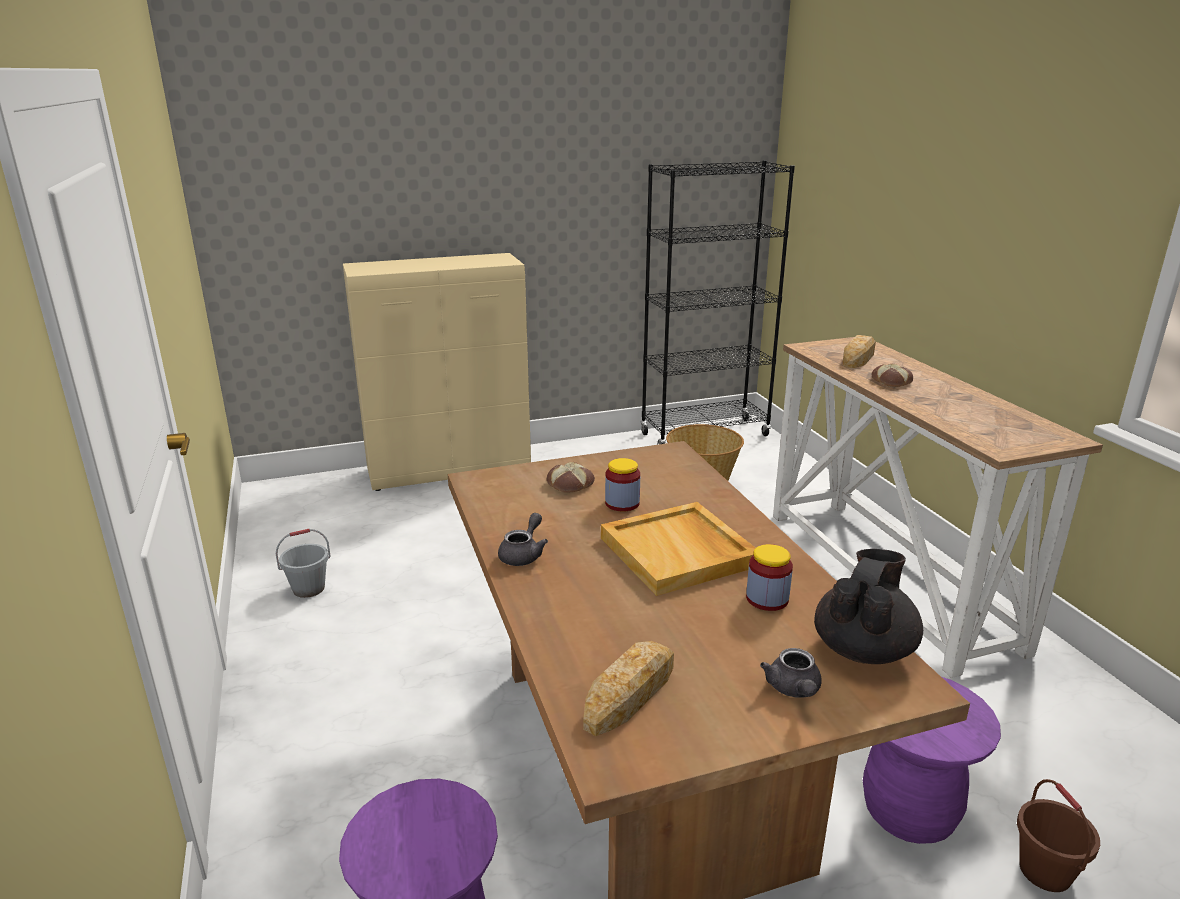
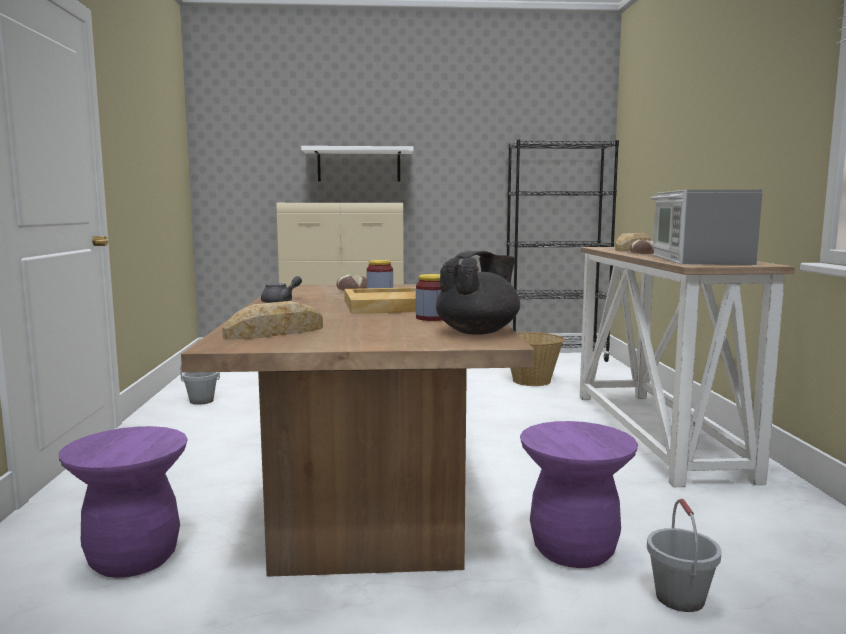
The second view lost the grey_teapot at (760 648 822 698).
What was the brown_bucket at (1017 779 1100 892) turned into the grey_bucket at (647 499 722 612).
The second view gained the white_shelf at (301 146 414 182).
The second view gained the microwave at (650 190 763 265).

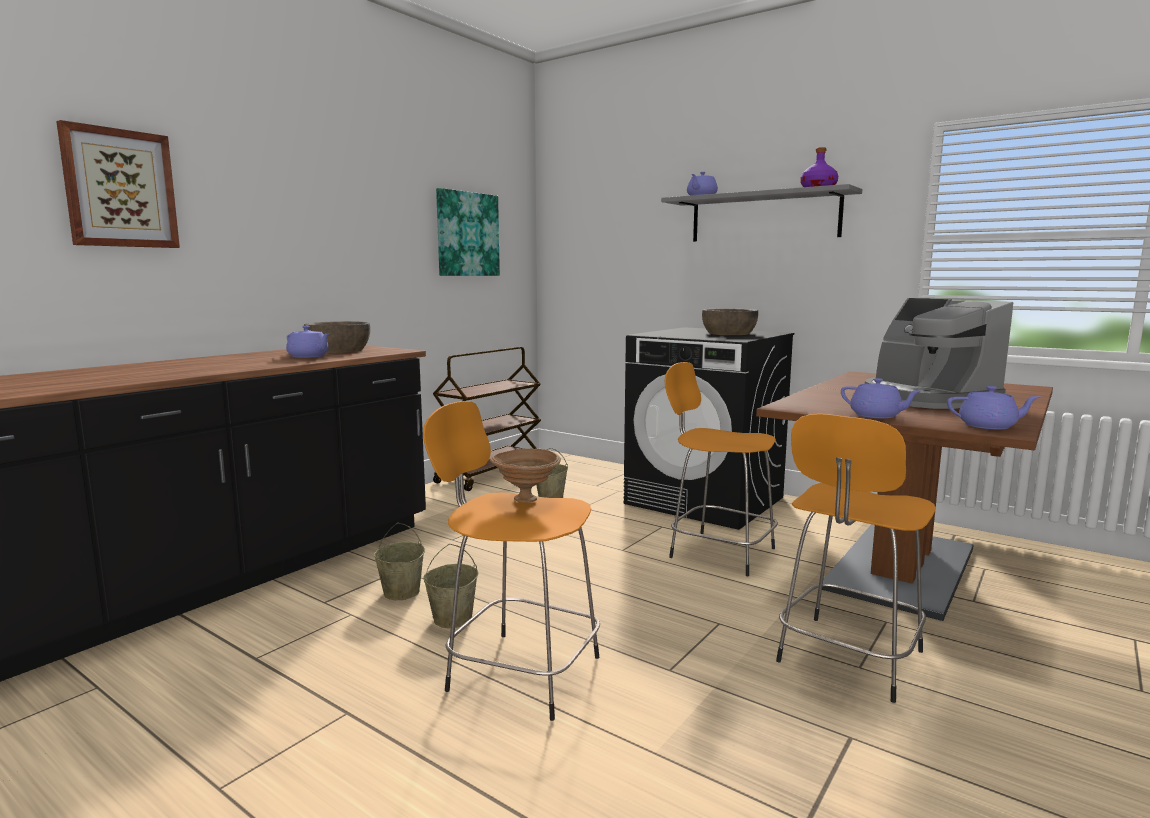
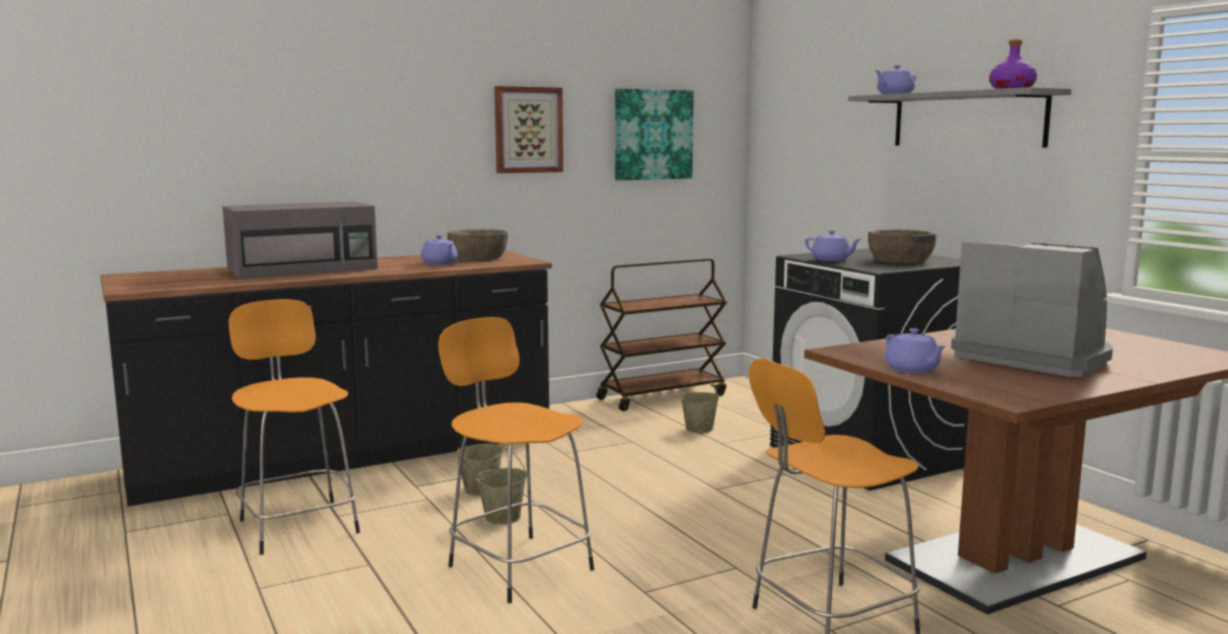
The picture ended up elsewhere, having gone from (56 120 180 248) to (494 86 563 173).
The second view lost the brown_bowl at (490 449 561 503).
The orange_stool ended up elsewhere, having gone from (665 362 778 576) to (229 299 360 555).
The coffee_machine at (865 298 1013 409) ended up facing another way, 135 degrees clockwise from before.
The purple_teapot ended up elsewhere, having gone from (947 386 1040 429) to (805 230 862 261).
The second view gained the grey_microwave at (223 201 378 279).

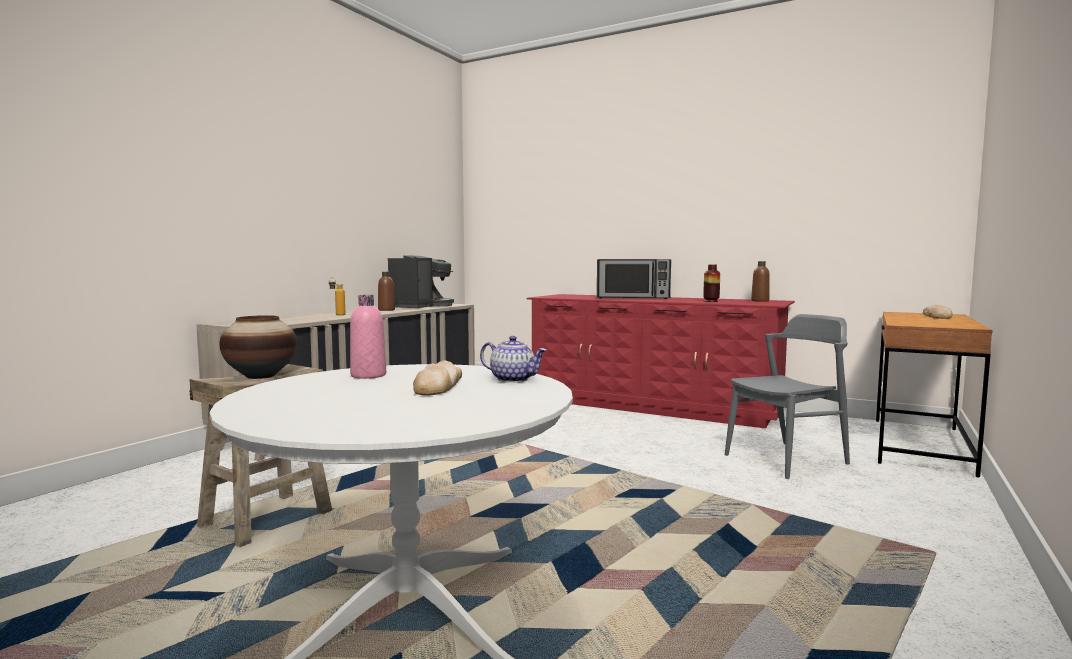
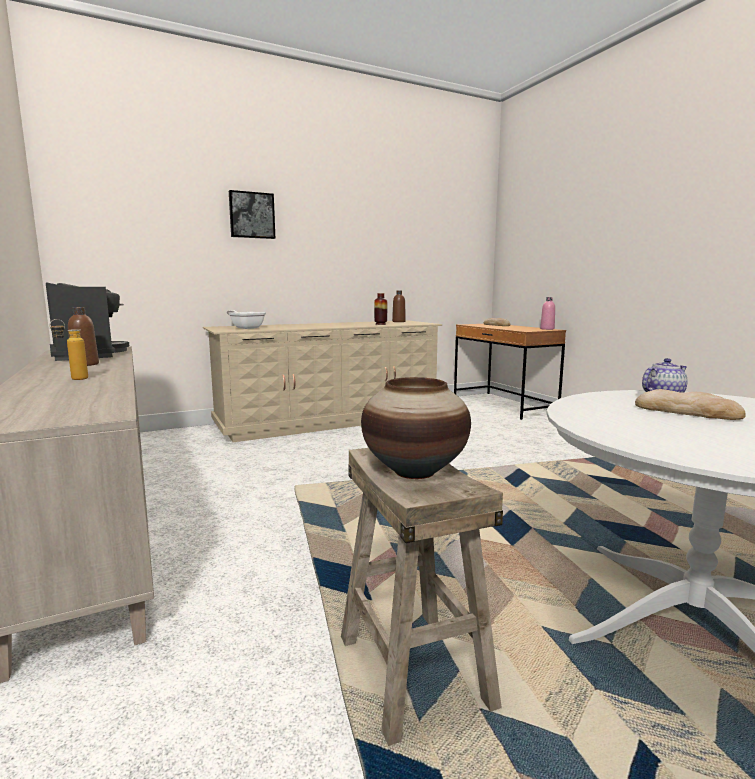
The pink_bottle ended up elsewhere, having gone from (350 295 386 379) to (540 297 555 330).
What was the red_dresser at (527 294 795 429) turned into the beige_dresser at (203 320 442 442).
The second view lost the microwave at (597 259 671 299).
The second view lost the grey_chair at (725 314 850 479).
The second view gained the frying_pan at (227 310 266 329).
The second view gained the picture at (229 190 275 239).

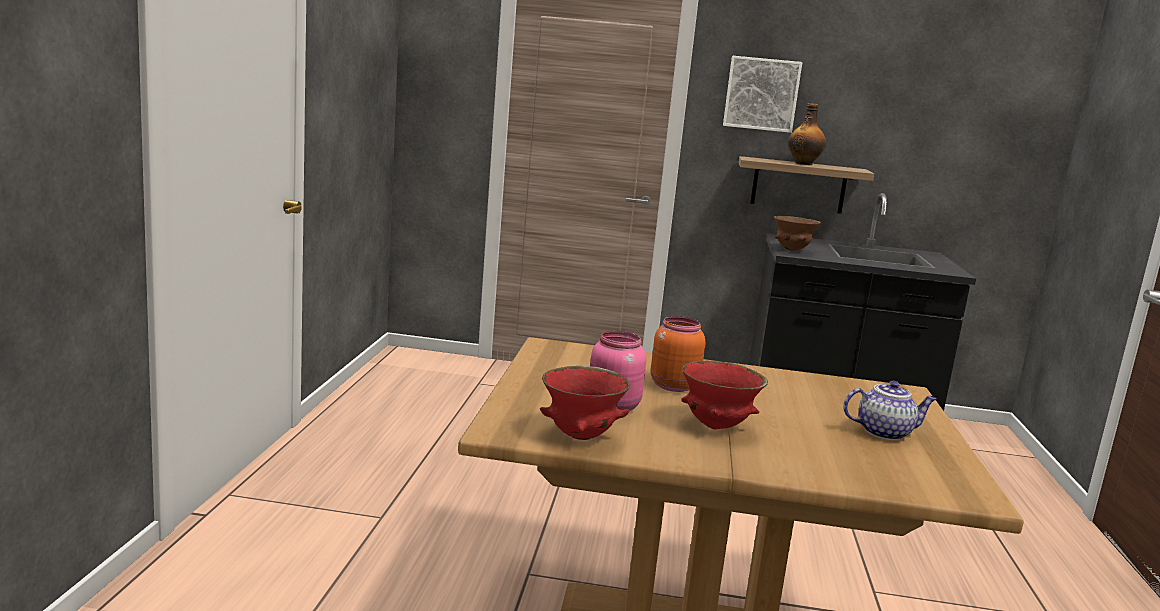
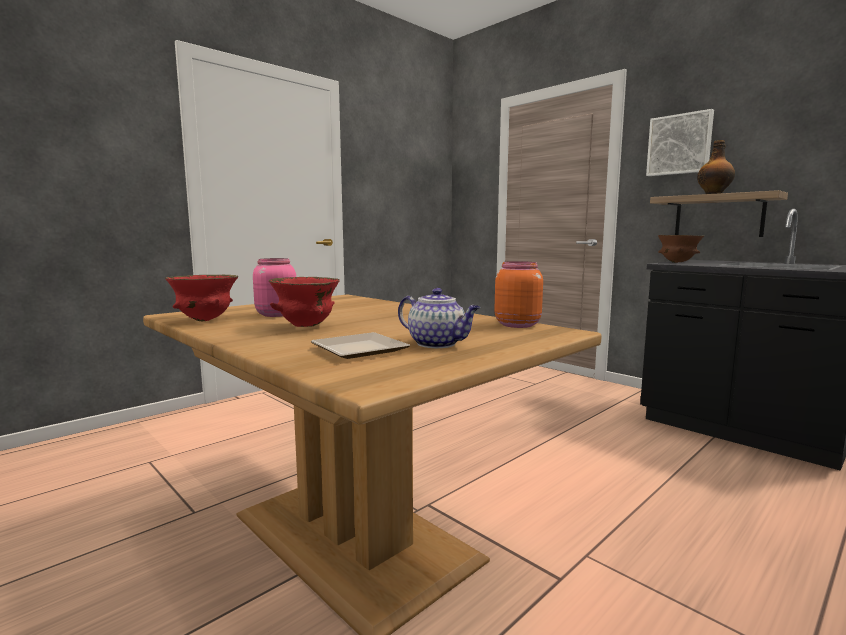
The orange_jar ended up elsewhere, having gone from (651 316 706 392) to (494 261 543 328).
The second view gained the plate at (311 332 410 359).

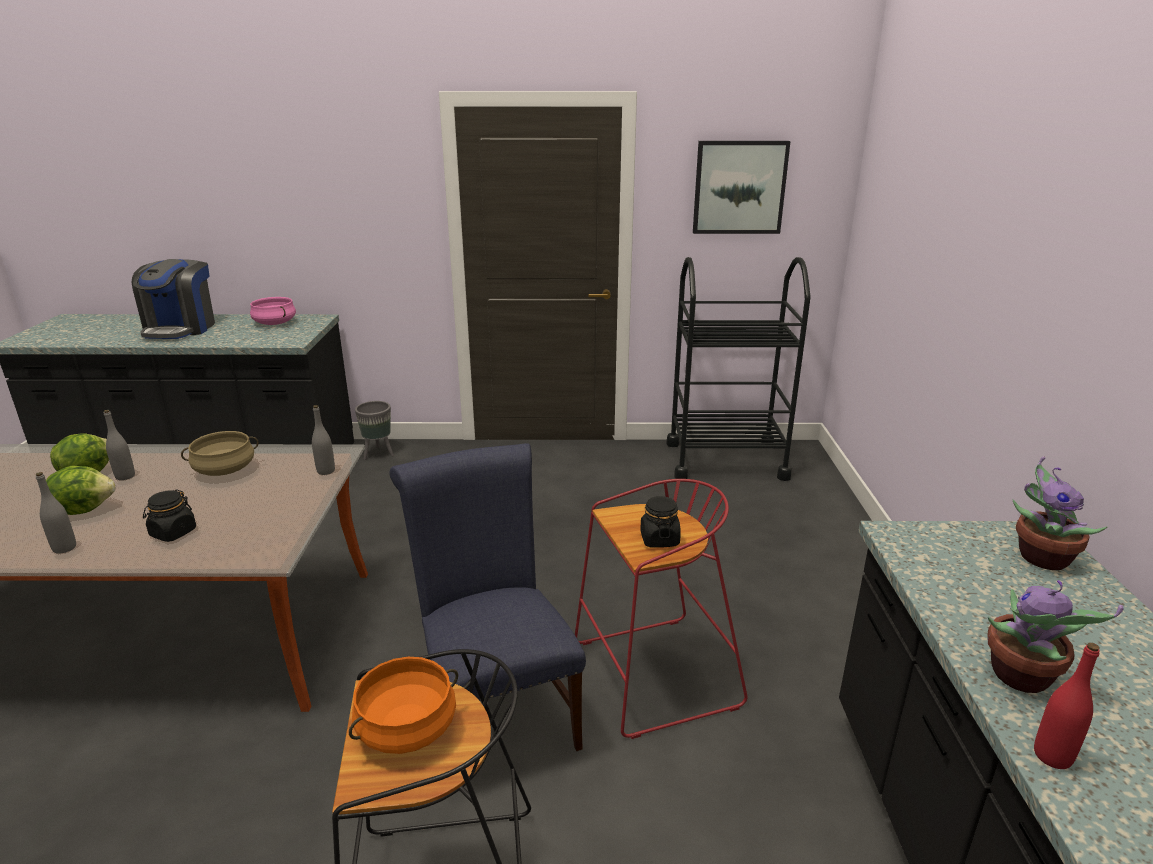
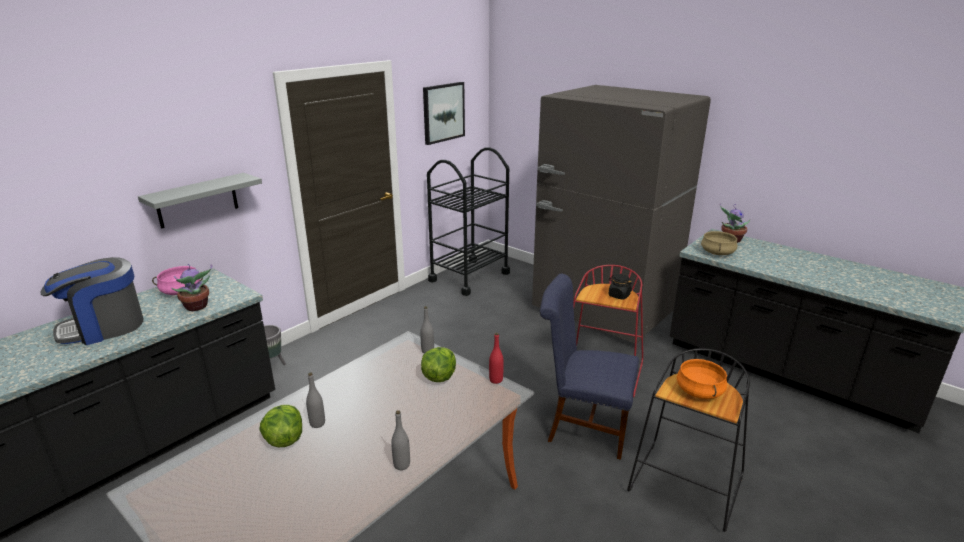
The lettuce ended up elsewhere, having gone from (46 466 115 515) to (421 347 456 382).
The coffee_machine at (132 259 215 339) ended up facing another way, 105 degrees clockwise from before.
The second view lost the black_jar at (143 489 196 542).
The beige_cooking_pot ended up elsewhere, having gone from (181 431 259 476) to (701 231 737 255).
The potted_plant ended up elsewhere, having gone from (988 580 1123 693) to (172 264 212 311).
The red_bottle ended up elsewhere, having gone from (1034 643 1100 769) to (489 333 504 384).
The second view gained the grey_shelf at (138 173 262 229).
The second view gained the grey_fridge at (532 85 711 344).

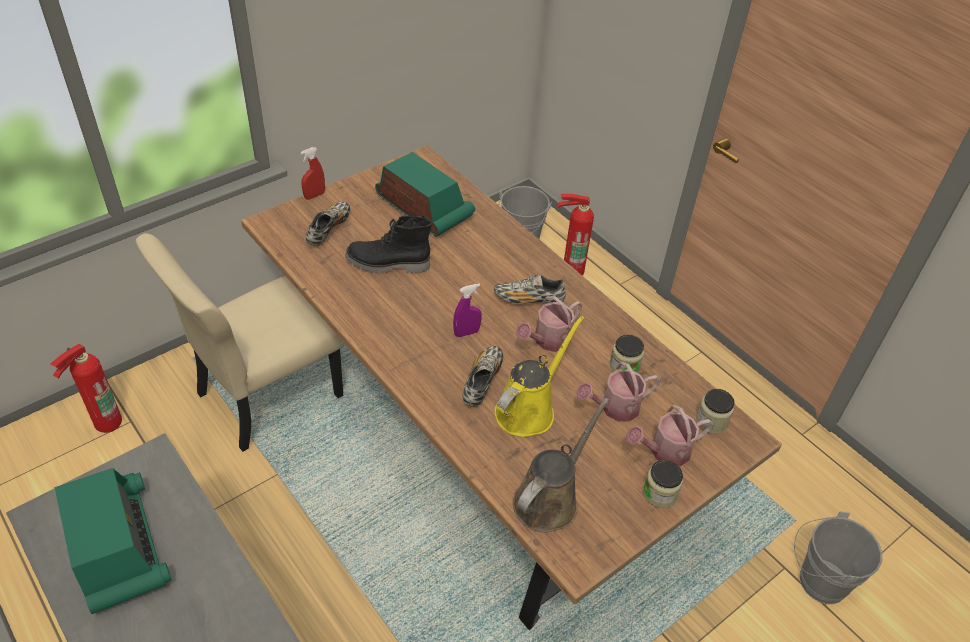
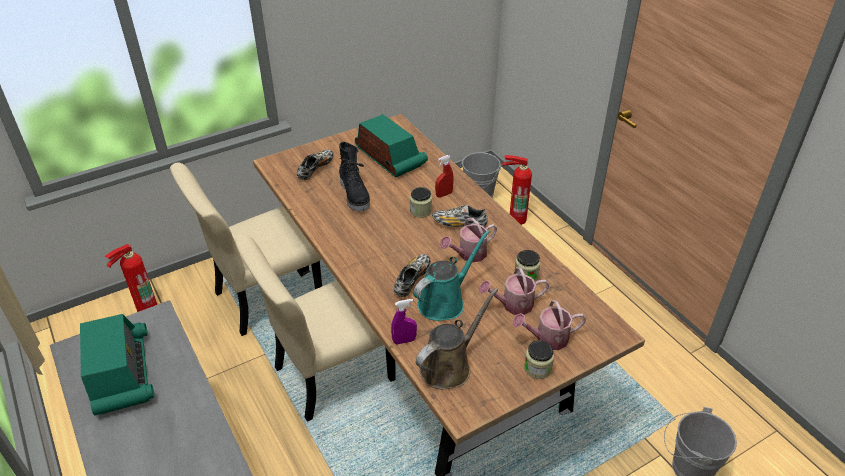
The red_spray_bottle ended up elsewhere, having gone from (301 147 325 199) to (435 155 454 198).
The black_boot at (345 215 432 274) ended up facing another way, 120 degrees counterclockwise from before.
The purple_spray_bottle ended up elsewhere, having gone from (453 283 482 337) to (391 299 417 344).
What was the yellow_watering_can at (495 315 585 437) turned into the turquoise_watering_can at (413 230 490 321).
The jar ended up elsewhere, having gone from (696 389 735 434) to (410 187 432 218).
The second view gained the beige_chair at (235 234 396 422).

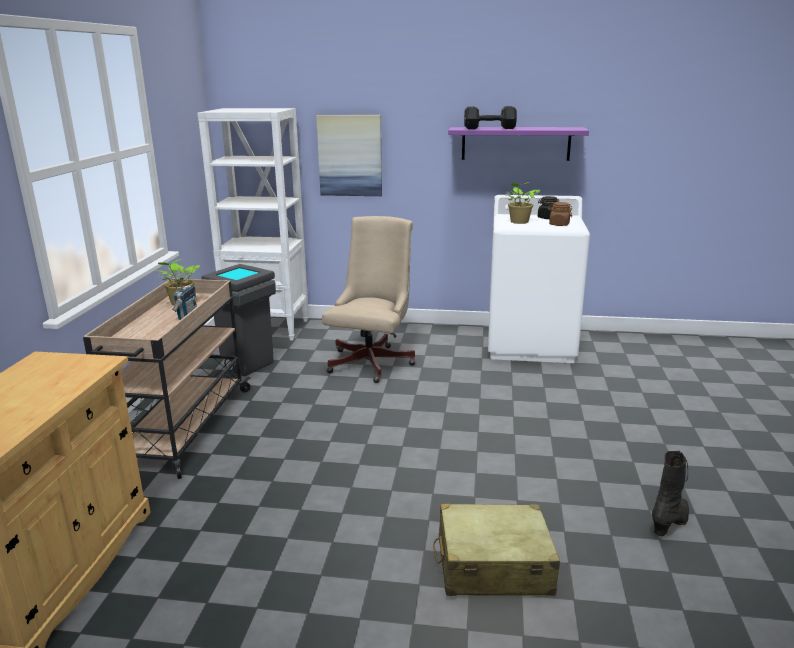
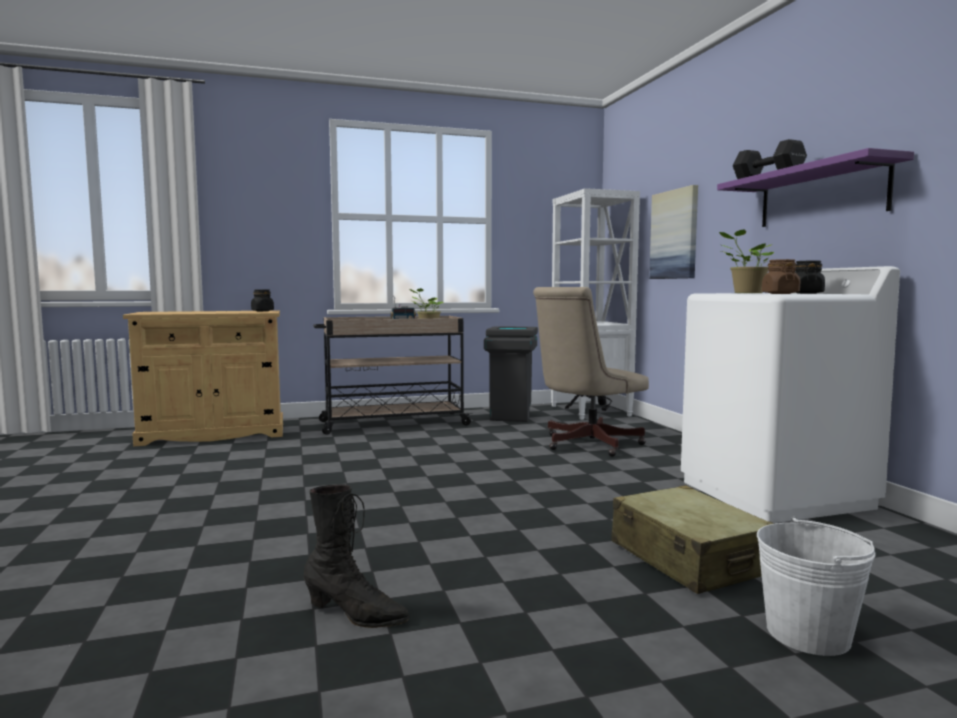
The beige_office_chair at (322 216 415 383) ended up facing another way, 150 degrees clockwise from before.
The beige_suitcase ended up elsewhere, having gone from (433 503 560 596) to (611 485 774 594).
The second view gained the black_jar at (251 290 274 311).
The second view gained the white_bucket at (757 517 876 656).

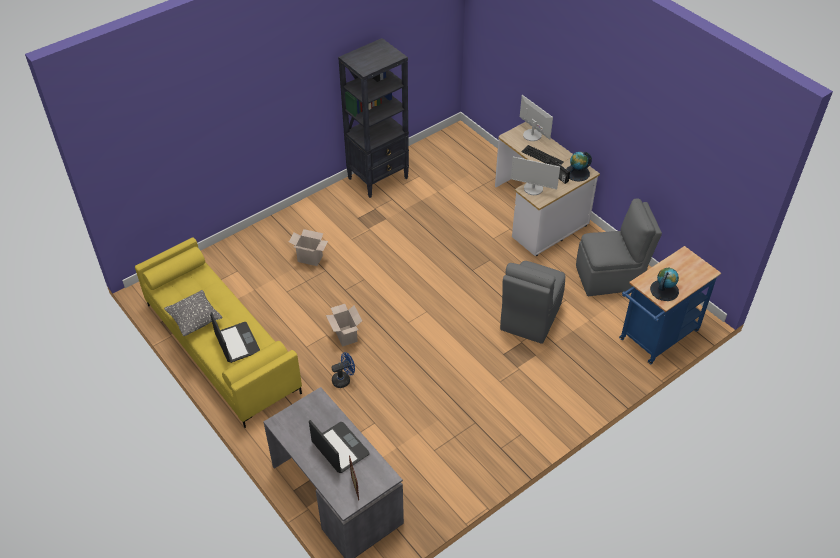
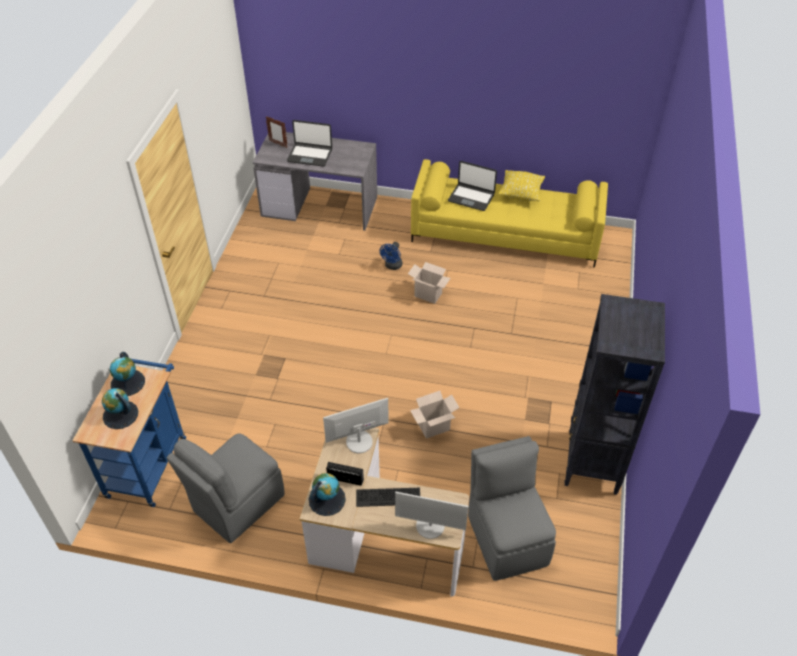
What was the grey_pillow at (164 290 223 336) turned into the yellow_pillow at (498 170 545 201).
The cardboard_box ended up elsewhere, having gone from (289 229 328 266) to (410 391 460 439).
The grey_chair ended up elsewhere, having gone from (500 261 565 344) to (468 436 556 581).
The second view gained the globe at (102 388 138 429).

